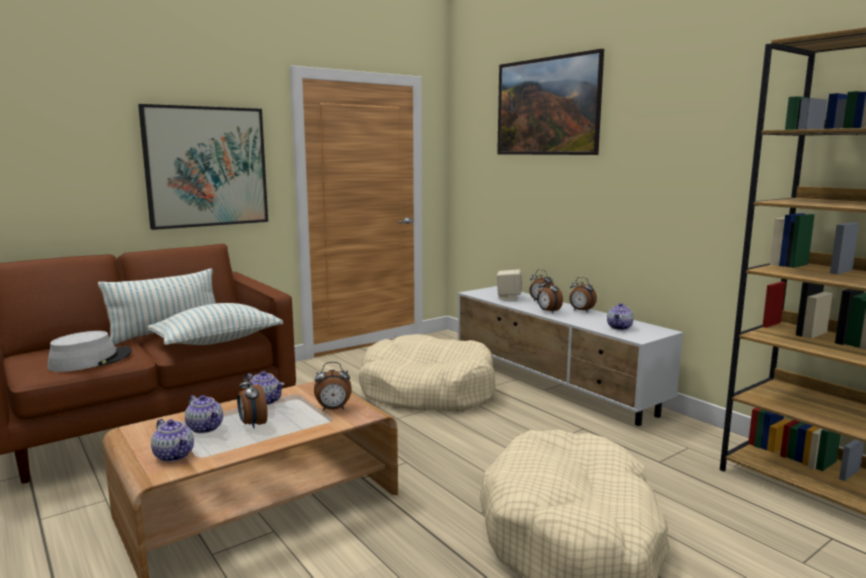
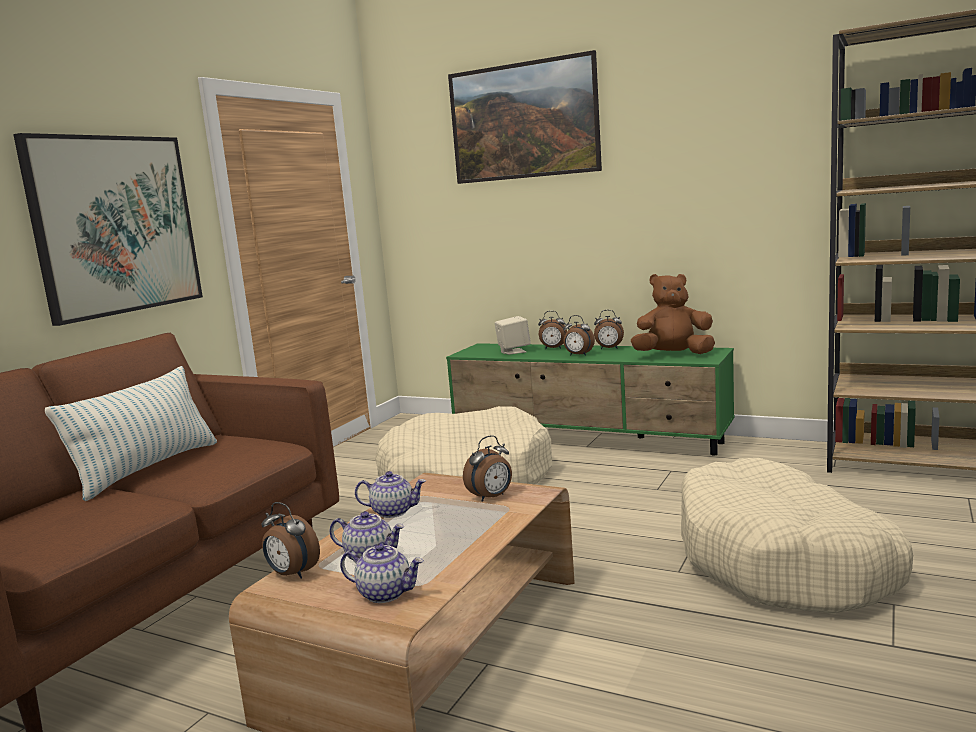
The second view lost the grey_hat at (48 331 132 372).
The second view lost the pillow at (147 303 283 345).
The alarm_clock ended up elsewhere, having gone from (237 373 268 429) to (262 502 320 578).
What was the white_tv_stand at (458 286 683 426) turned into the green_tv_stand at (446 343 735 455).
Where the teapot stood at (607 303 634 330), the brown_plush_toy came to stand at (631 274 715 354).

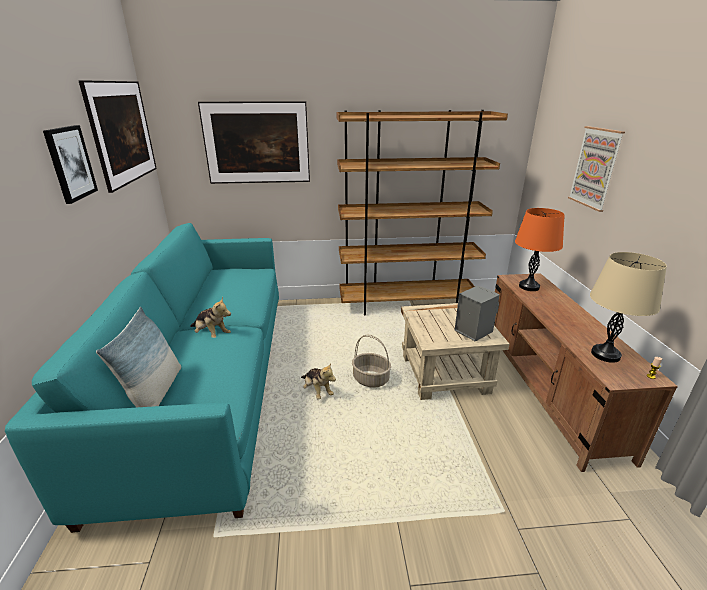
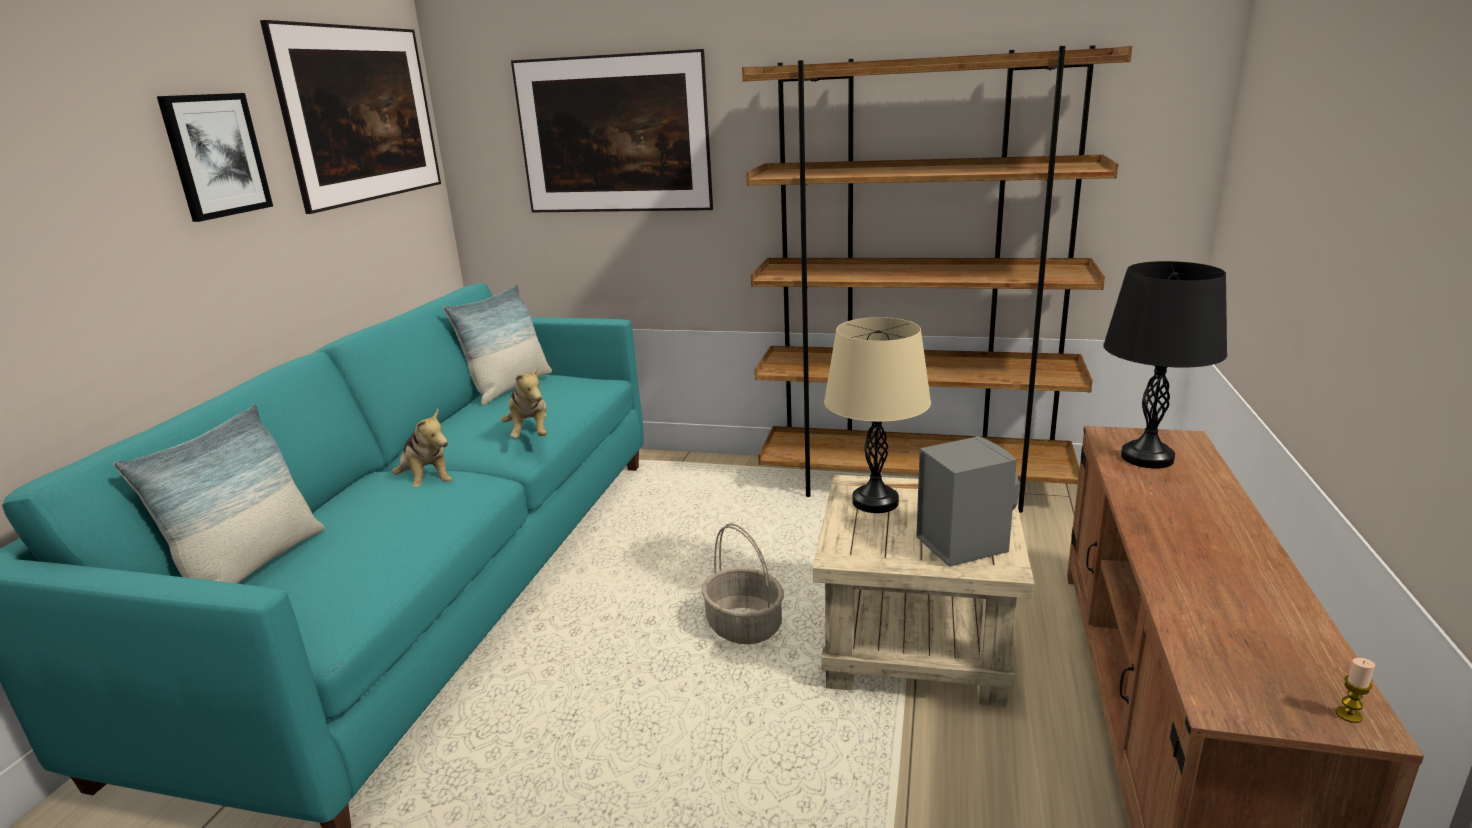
The plush_toy ended up elsewhere, having gone from (301 363 336 399) to (501 366 547 438).
What was the orange_table_lamp at (515 208 564 291) turned into the black_table_lamp at (1103 261 1227 469).
The second view lost the picture at (568 126 625 212).
The beige_table_lamp ended up elsewhere, having gone from (590 252 667 363) to (824 317 931 513).
The second view gained the pillow at (443 285 552 406).

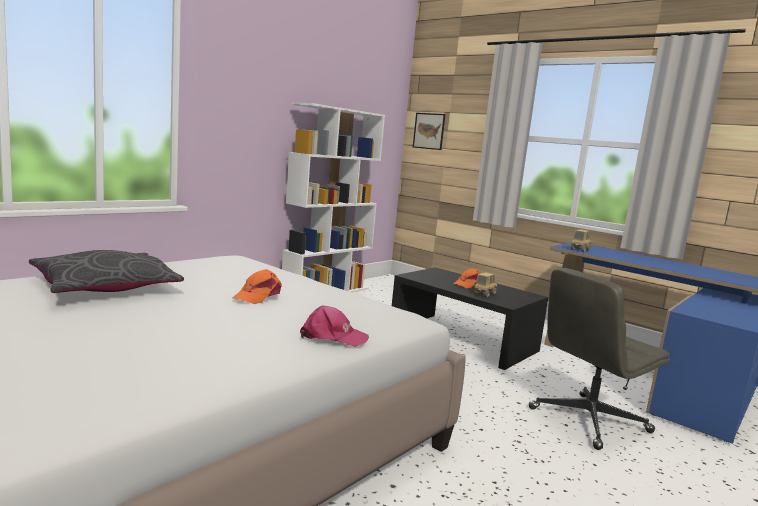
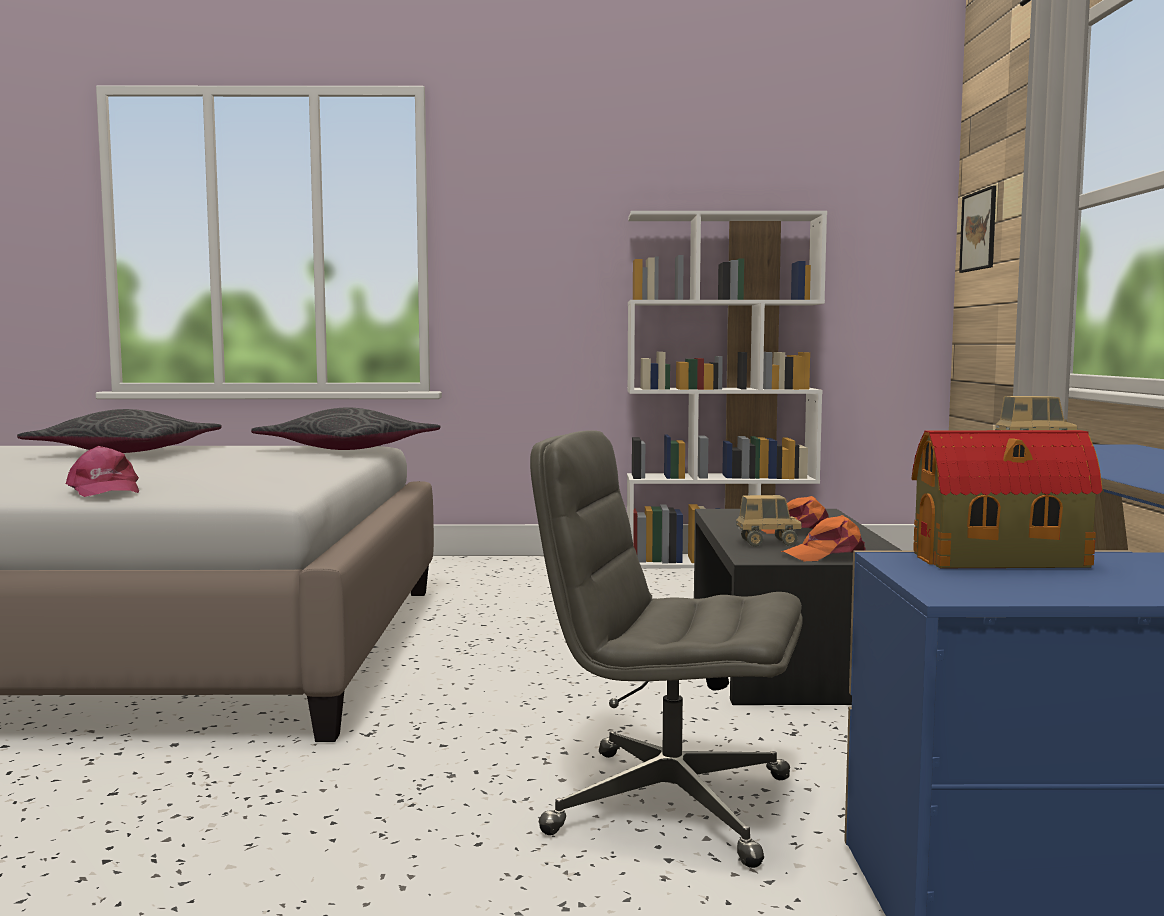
The orange_cap ended up elsewhere, having gone from (233 269 281 304) to (781 515 866 561).
The second view gained the grey_pillow at (251 407 441 450).
The second view gained the toy_house at (911 430 1103 568).

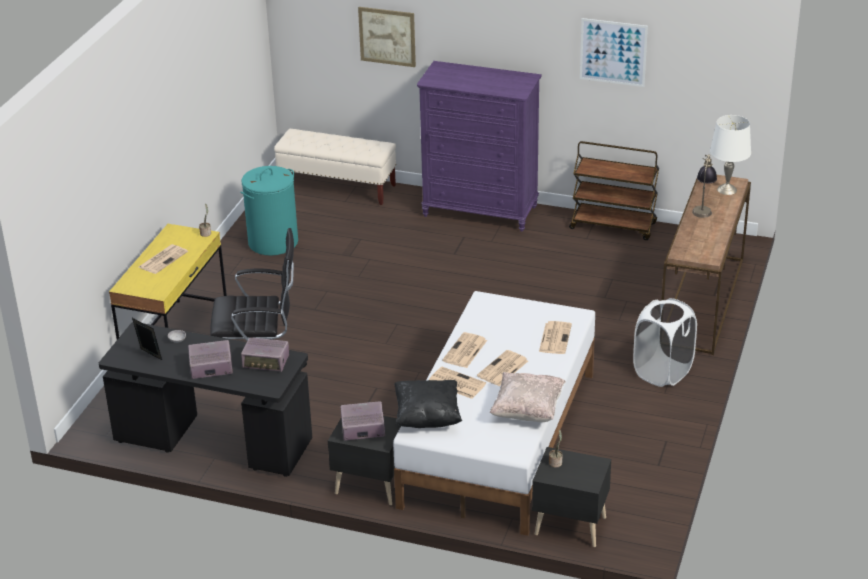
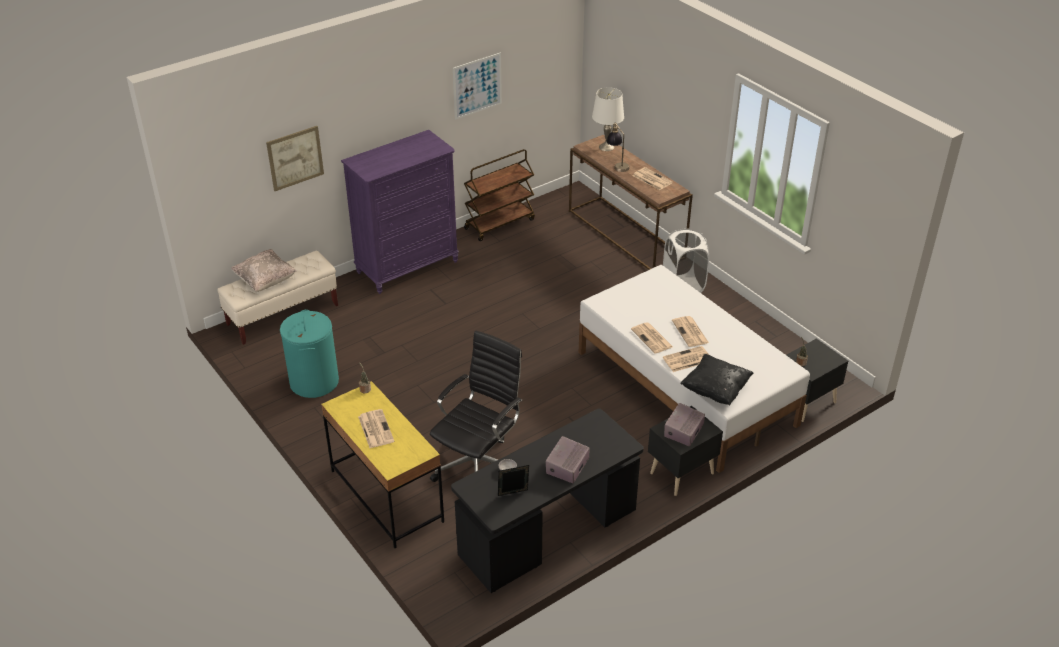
The second view lost the radio at (241 337 289 372).
The beige_pillow ended up elsewhere, having gone from (490 372 566 422) to (231 249 296 292).
The newspaper ended up elsewhere, having gone from (539 321 572 354) to (632 167 673 190).

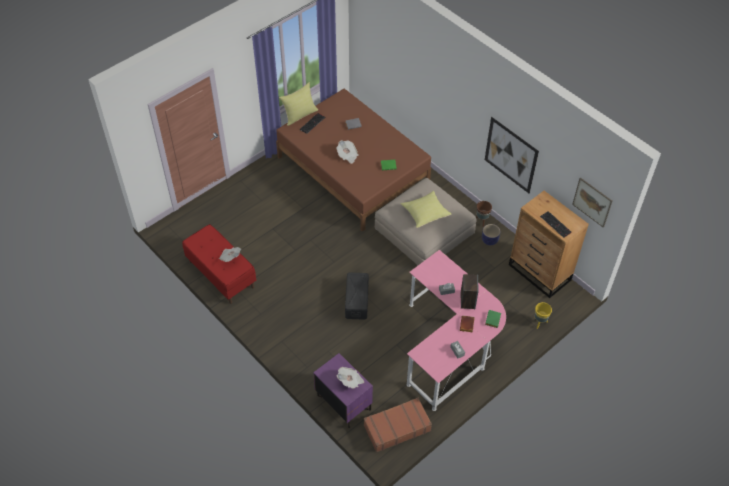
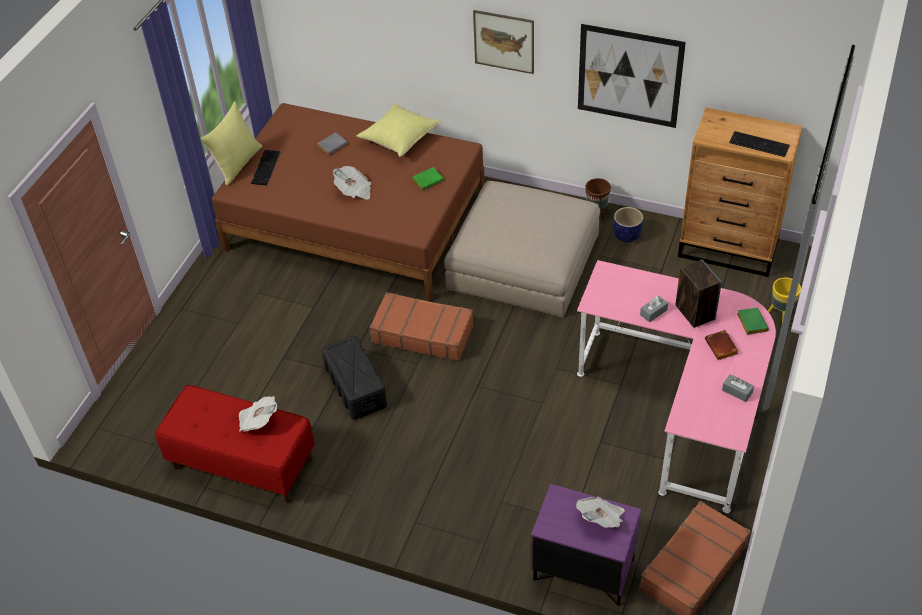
The black_storage_box ended up elsewhere, having gone from (345 272 369 320) to (322 336 387 420).
The yellow_pillow ended up elsewhere, having gone from (400 191 452 228) to (357 103 440 157).
The picture ended up elsewhere, having gone from (572 177 612 228) to (473 10 534 74).
The second view gained the brown_suitcase at (369 292 474 361).

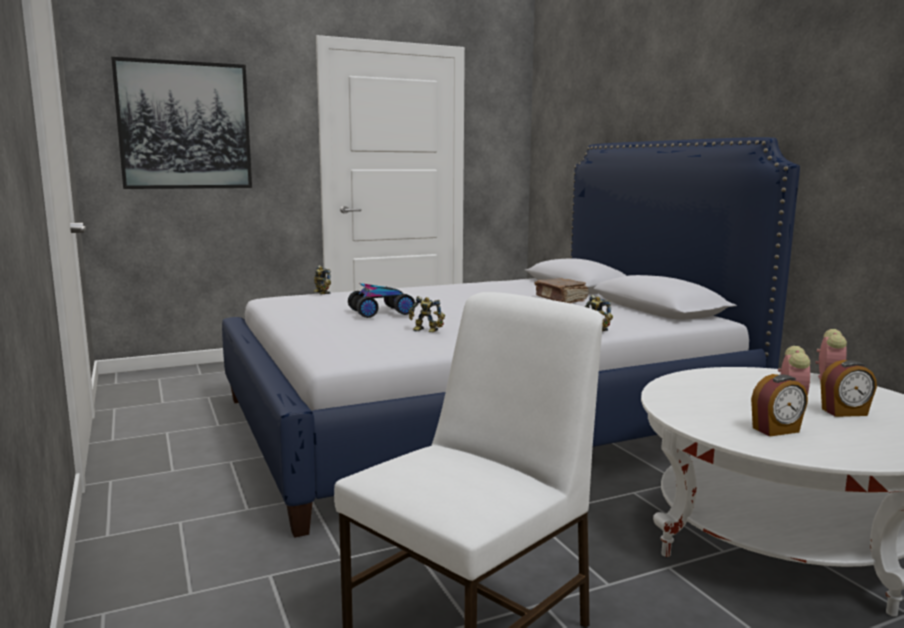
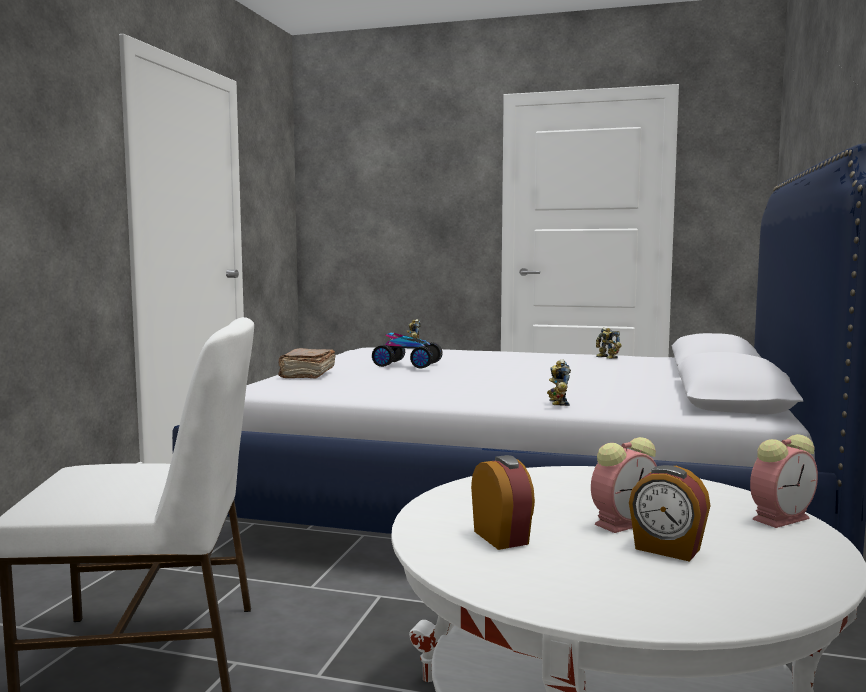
The second view lost the picture at (111 57 252 189).
The toy_robot ended up elsewhere, having gone from (409 296 445 332) to (596 327 621 359).
The brown_book ended up elsewhere, having gone from (534 278 589 303) to (278 348 336 378).
The alarm_clock at (751 374 808 437) ended up facing another way, 135 degrees counterclockwise from before.

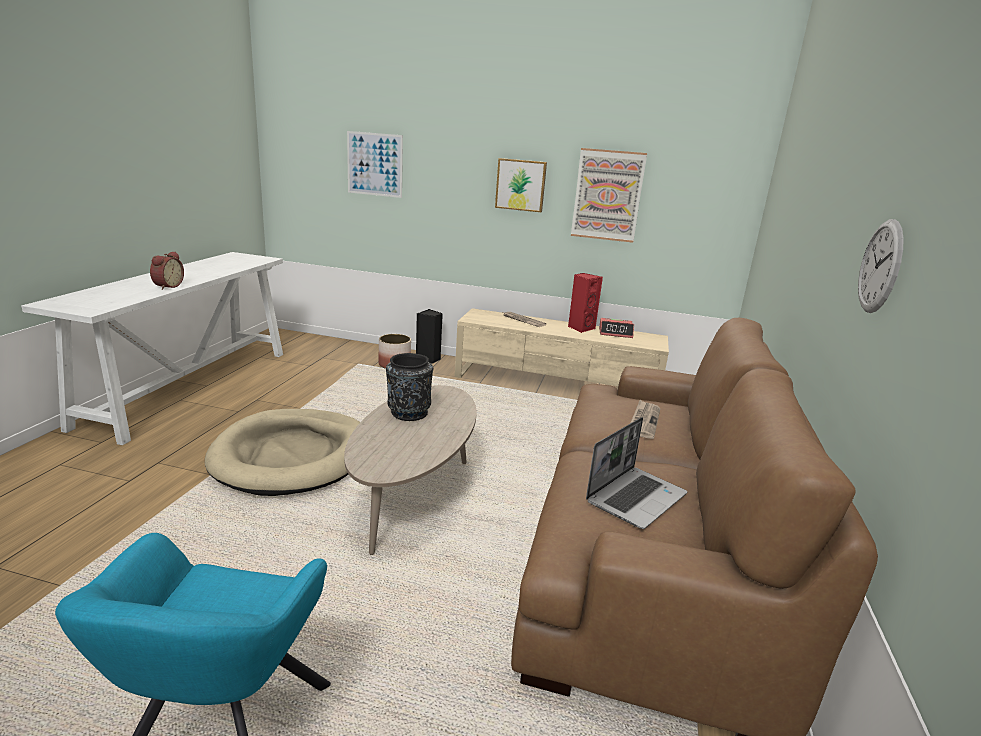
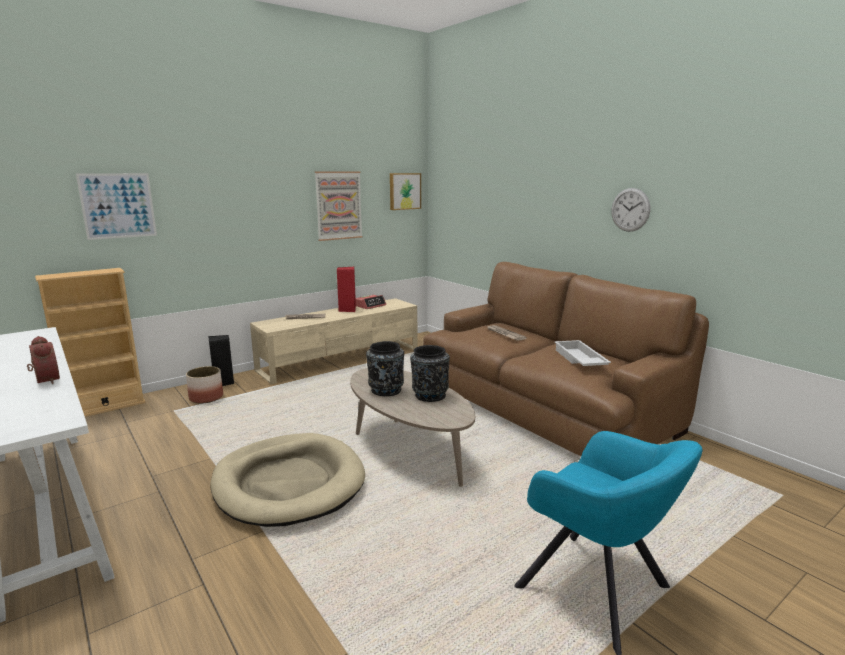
The picture ended up elsewhere, having gone from (495 158 547 212) to (390 173 421 210).
Where the laptop stood at (586 417 687 529), the white_tray came to stand at (554 340 611 366).
The second view gained the beige_bookcase at (35 268 146 417).
The second view gained the black_vase at (410 345 450 402).

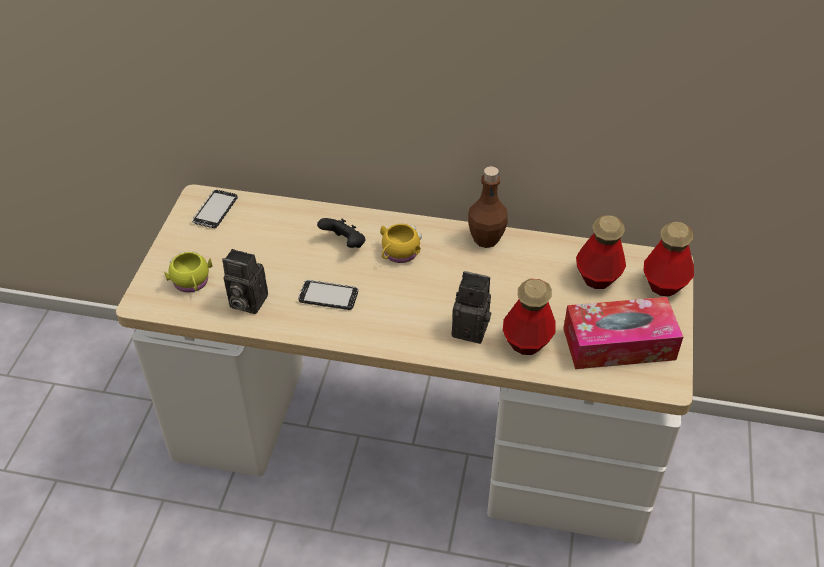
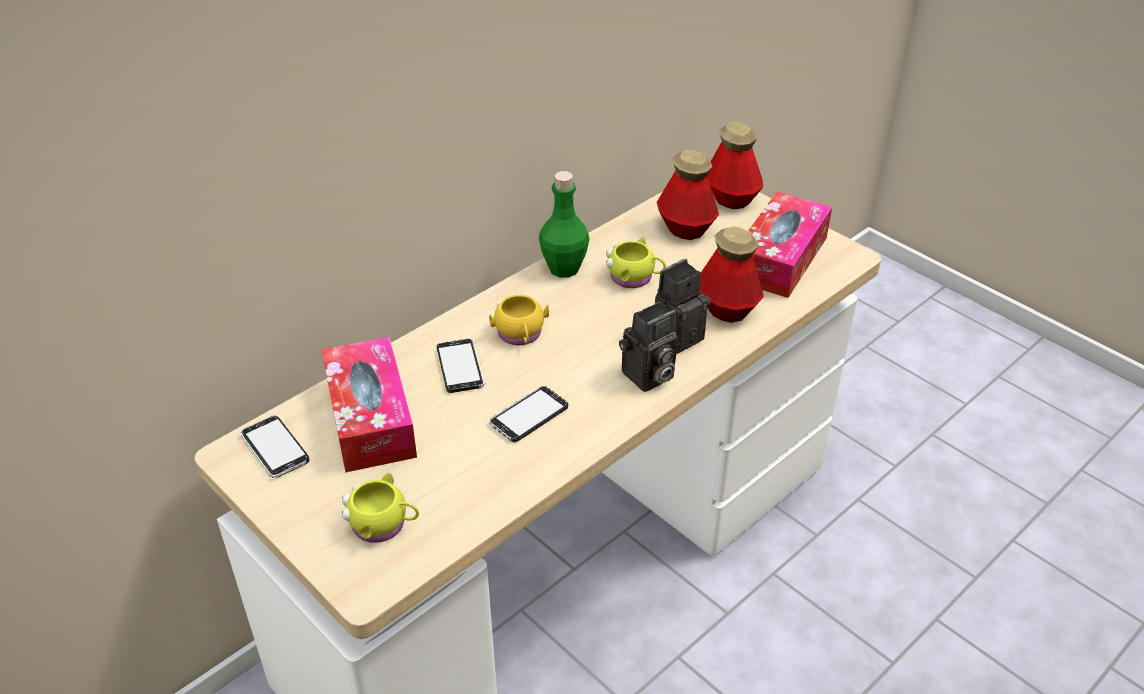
The photo_camera ended up elsewhere, having gone from (222 249 268 314) to (619 302 678 392).
Where the black_game_controller stood at (317 218 365 248), the phone came to stand at (437 338 485 393).
What was the brown_bottle at (468 166 508 248) turned into the green_bottle at (539 171 589 278).
The second view gained the tissue_box at (321 337 417 473).
The second view gained the yellow_mug at (606 238 666 288).

